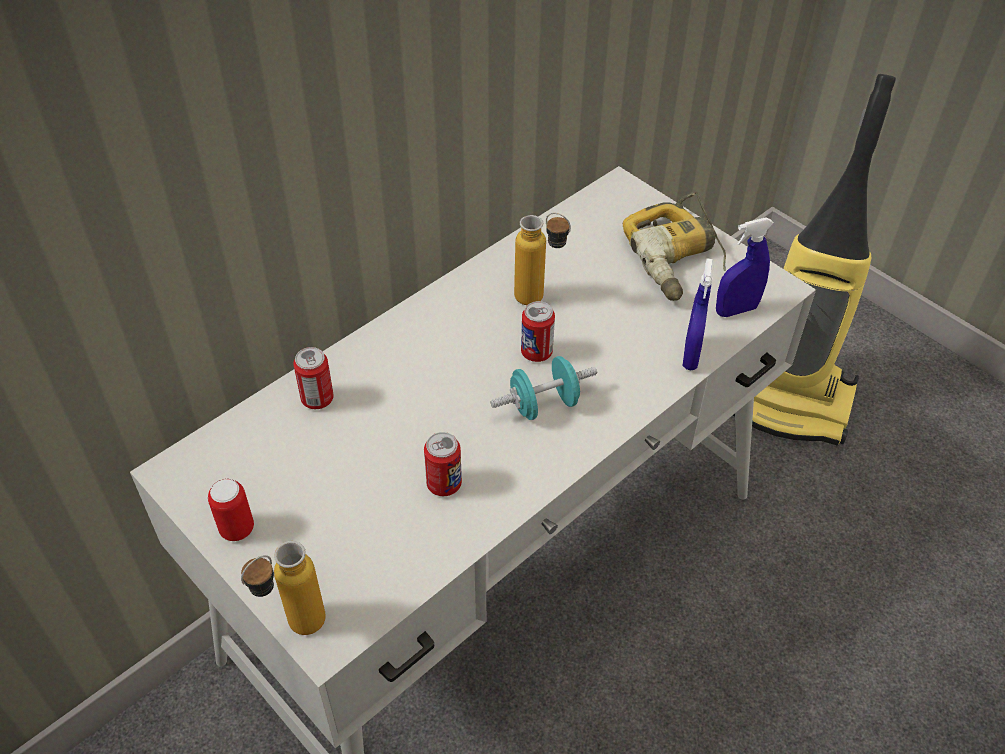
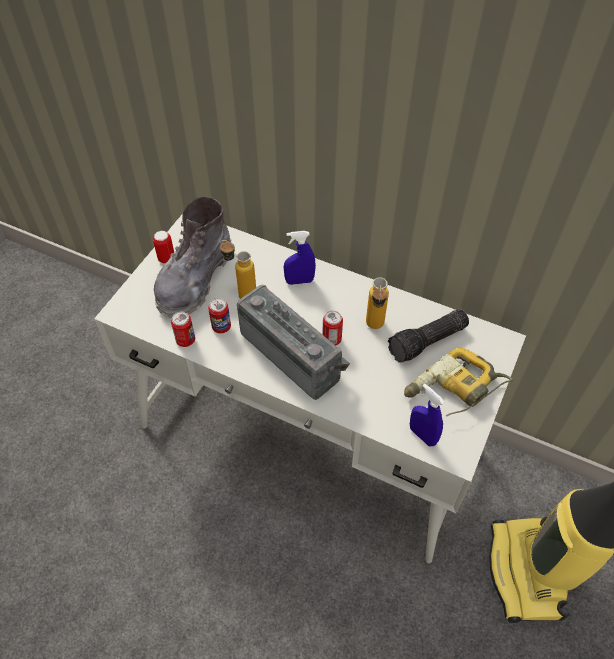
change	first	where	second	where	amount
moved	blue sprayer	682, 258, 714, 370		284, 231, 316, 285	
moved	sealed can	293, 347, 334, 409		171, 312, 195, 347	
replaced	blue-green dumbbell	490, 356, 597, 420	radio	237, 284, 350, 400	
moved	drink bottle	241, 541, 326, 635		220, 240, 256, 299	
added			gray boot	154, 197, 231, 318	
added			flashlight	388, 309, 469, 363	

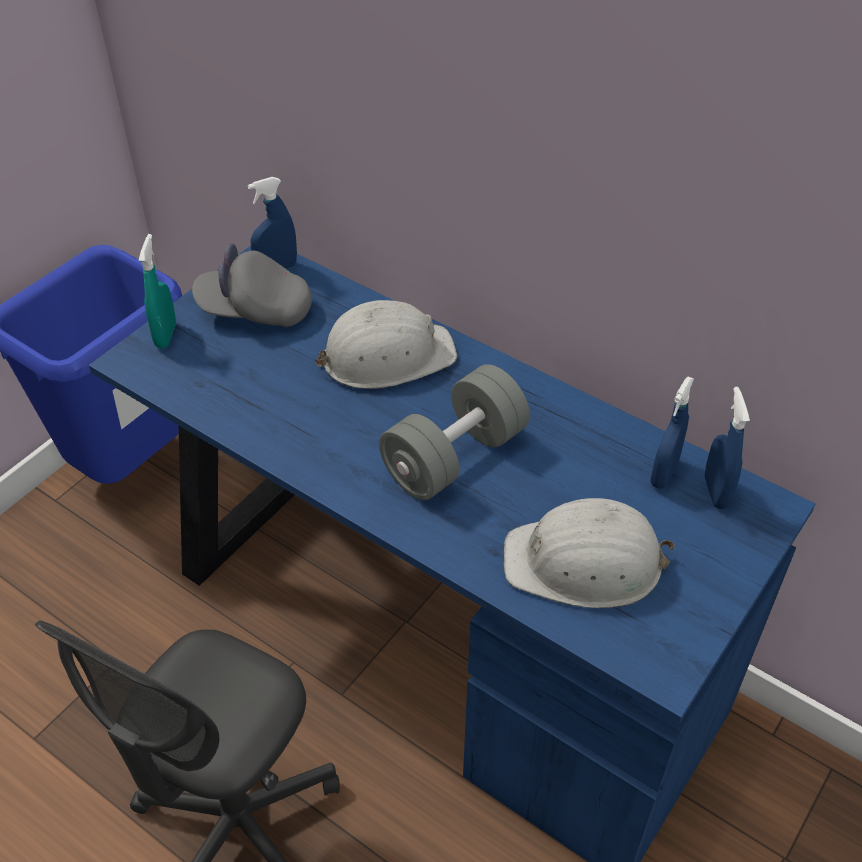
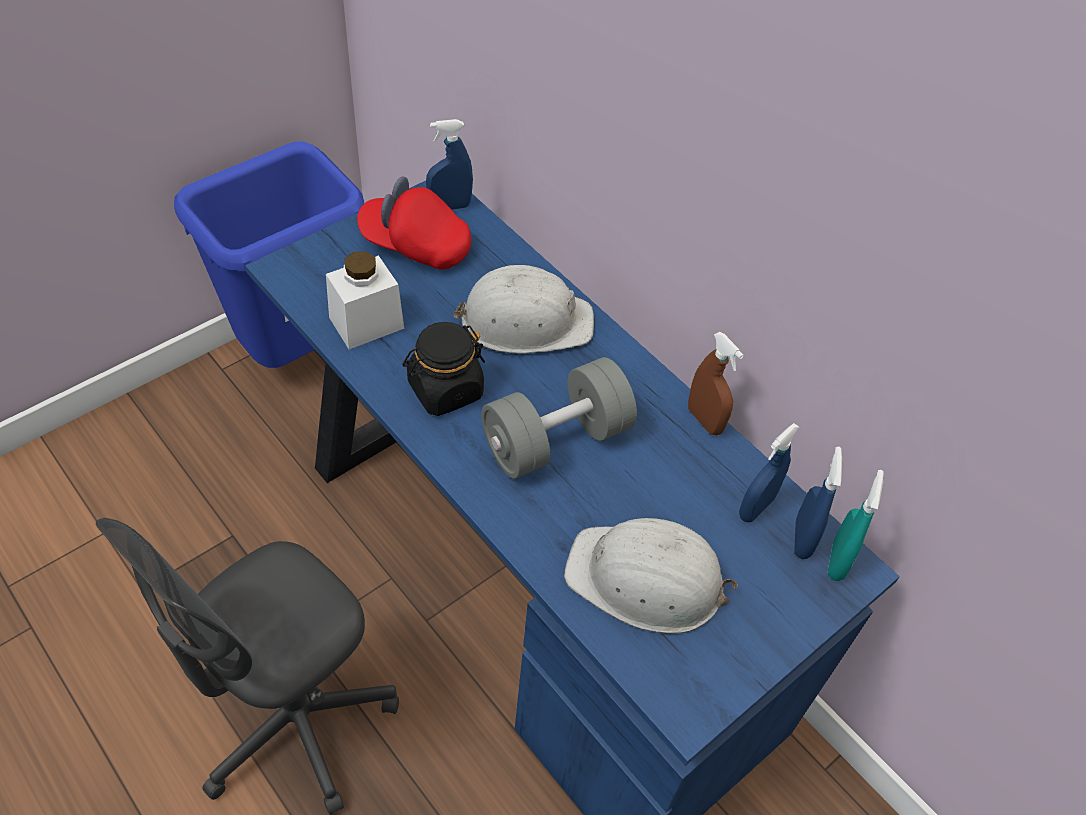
change	first	where	second	where	amount
moved	blue-green sprayer	139, 234, 176, 349		827, 470, 884, 581	
recoloured	gray baseball cap	192, 243, 312, 327	reddish baseball cap	357, 176, 471, 269	
added			white-coloured storage jar	326, 251, 404, 349	
added			black-coloured storage jar	403, 322, 485, 416	
added			brownish sprayer	688, 332, 744, 435	

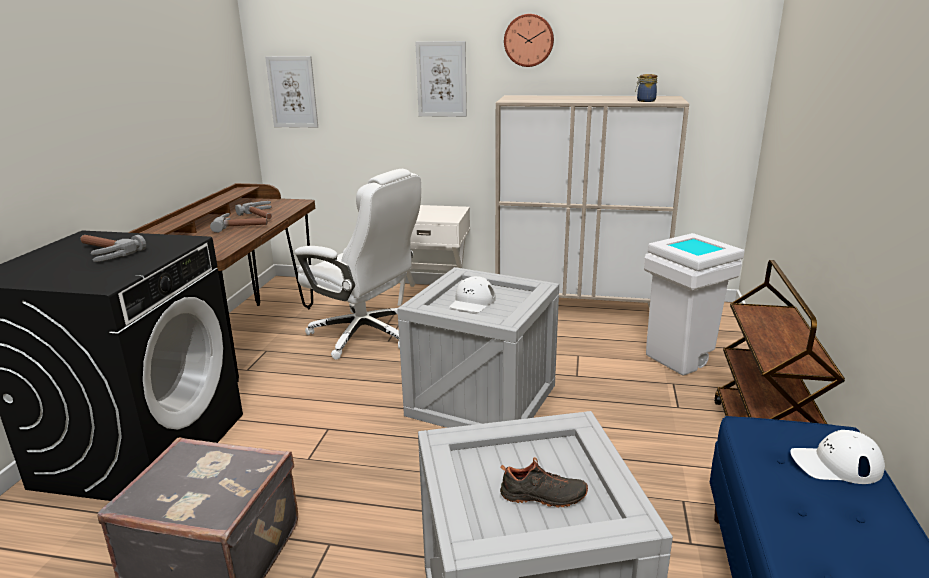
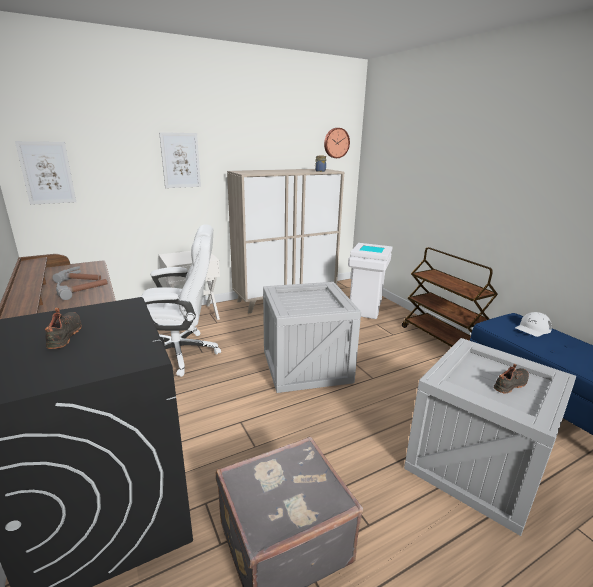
change	first	where	second	where	amount
moved	wall clock	504, 14, 554, 67		324, 128, 350, 158	
replaced	hand hammer	81, 235, 146, 262	black-coloured shoe	45, 308, 82, 349	
removed	white-coloured baseball cap	449, 276, 496, 312			

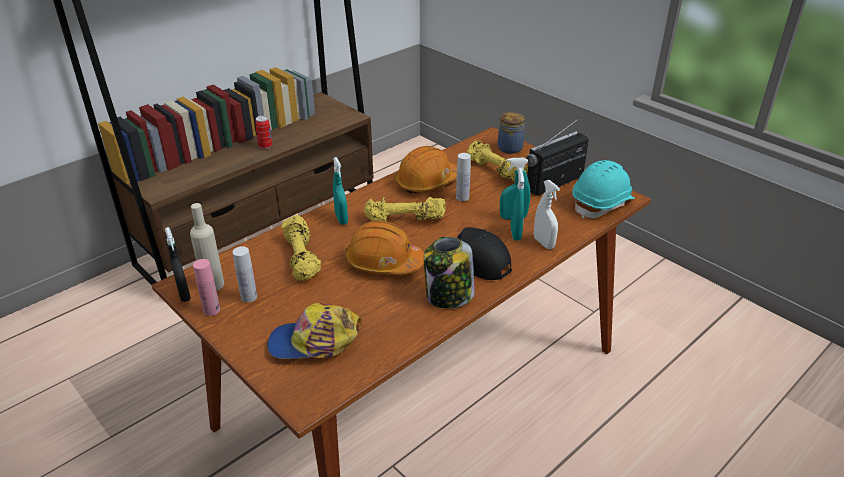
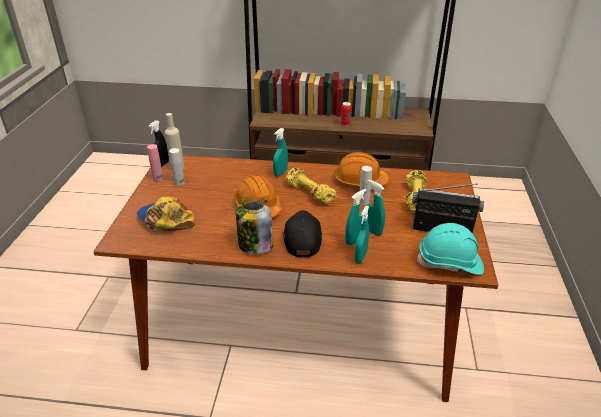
change	first	where	second	where	amount
removed	storage jar	498, 112, 525, 154			
recoloured	white-coloured sprayer	534, 180, 560, 249	blue-green sprayer	355, 206, 369, 264	
removed	yellow dumbbell	281, 215, 321, 281			

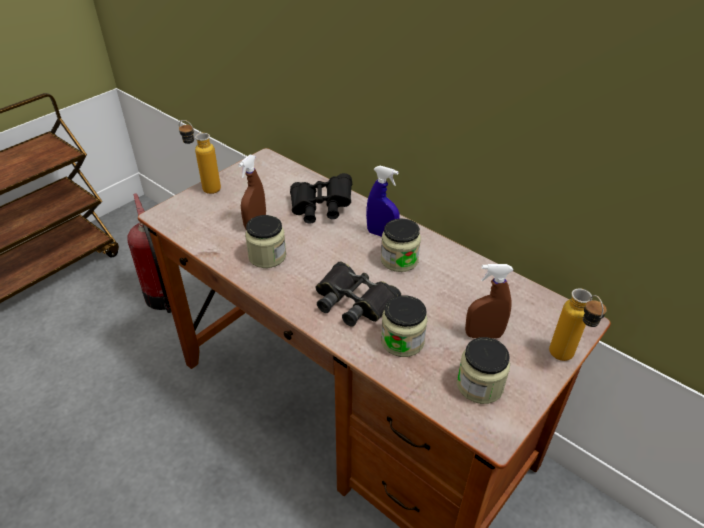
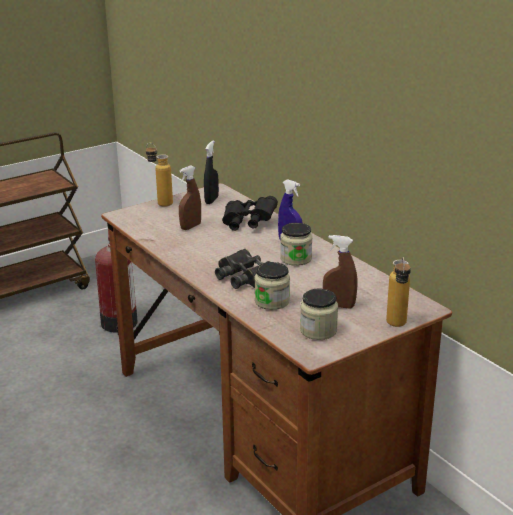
change	first	where	second	where	amount
removed	storage jar	245, 215, 286, 268			
added			black-coloured sprayer	204, 141, 219, 204	

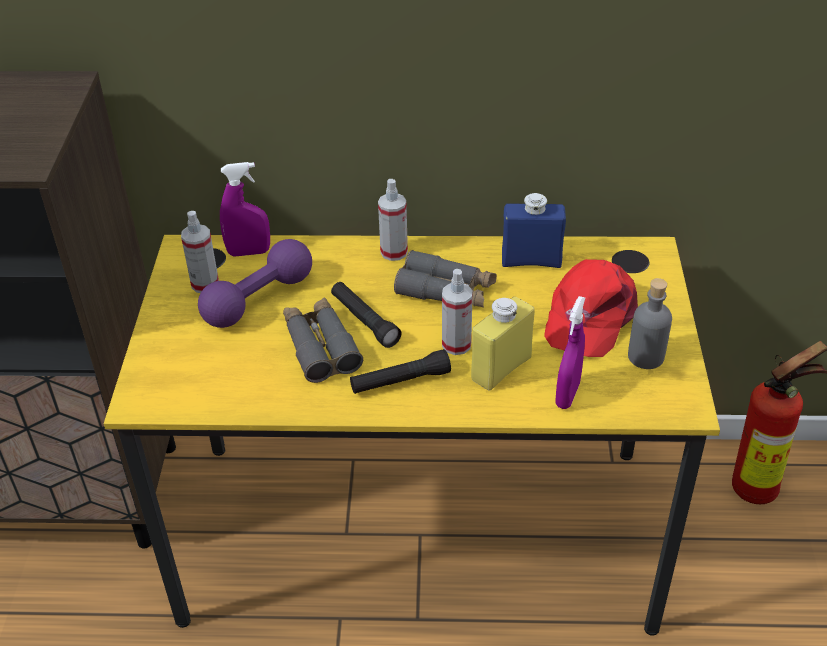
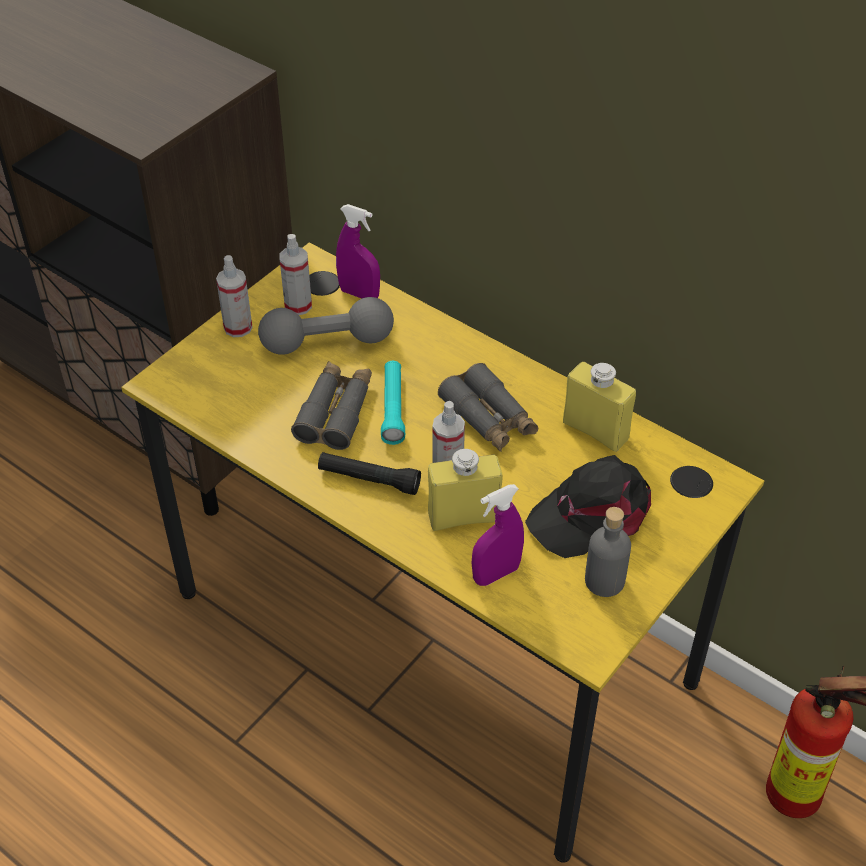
change	first	where	second	where	amount
moved	sprayer	378, 179, 408, 261		216, 255, 252, 337	
recoloured	blue drink bottle	502, 193, 566, 268	yellow drink bottle	563, 362, 636, 452	
recoloured	purplish dumbbell	198, 239, 312, 328	gray dumbbell	258, 297, 394, 355	
recoloured	reddish baseball cap	544, 259, 638, 357	black-coloured baseball cap	525, 455, 651, 558	
recoloured	black-coloured flashlight	331, 282, 402, 348	blue-green flashlight	381, 361, 405, 445	

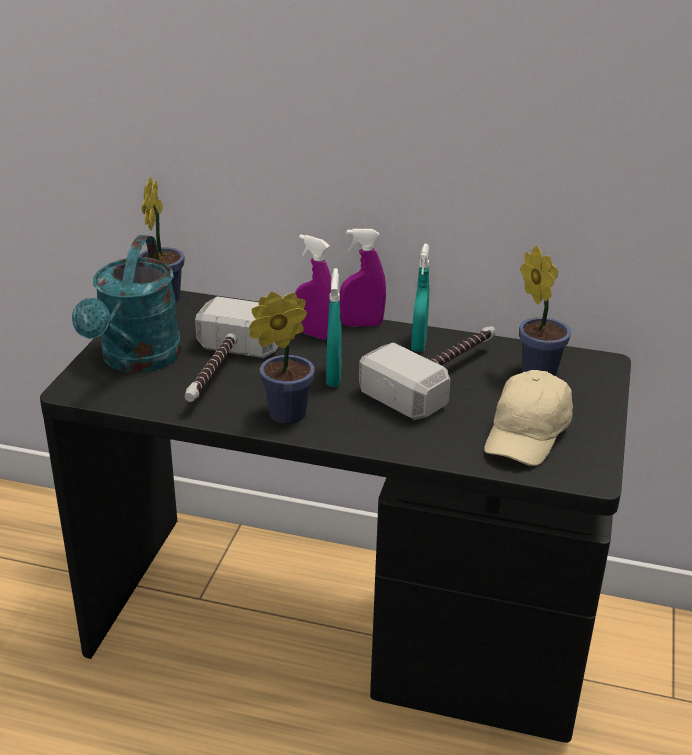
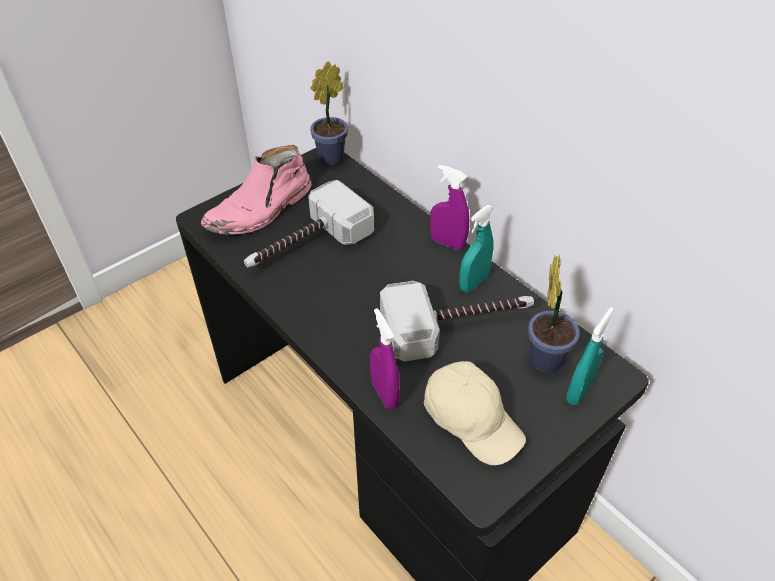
change	first	where	second	where	amount
moved	purplish sprayer	295, 234, 331, 340		370, 308, 400, 409	
replaced	blue-green watering can	72, 235, 182, 373	pink boot	201, 145, 311, 235	
moved	blue-green sprayer	326, 268, 341, 387		566, 307, 614, 405	
removed	plant in a pot	249, 292, 315, 424			
turned	sand-coloured baseball cap	484, 370, 573, 466		424, 361, 526, 465	105 degrees counterclockwise

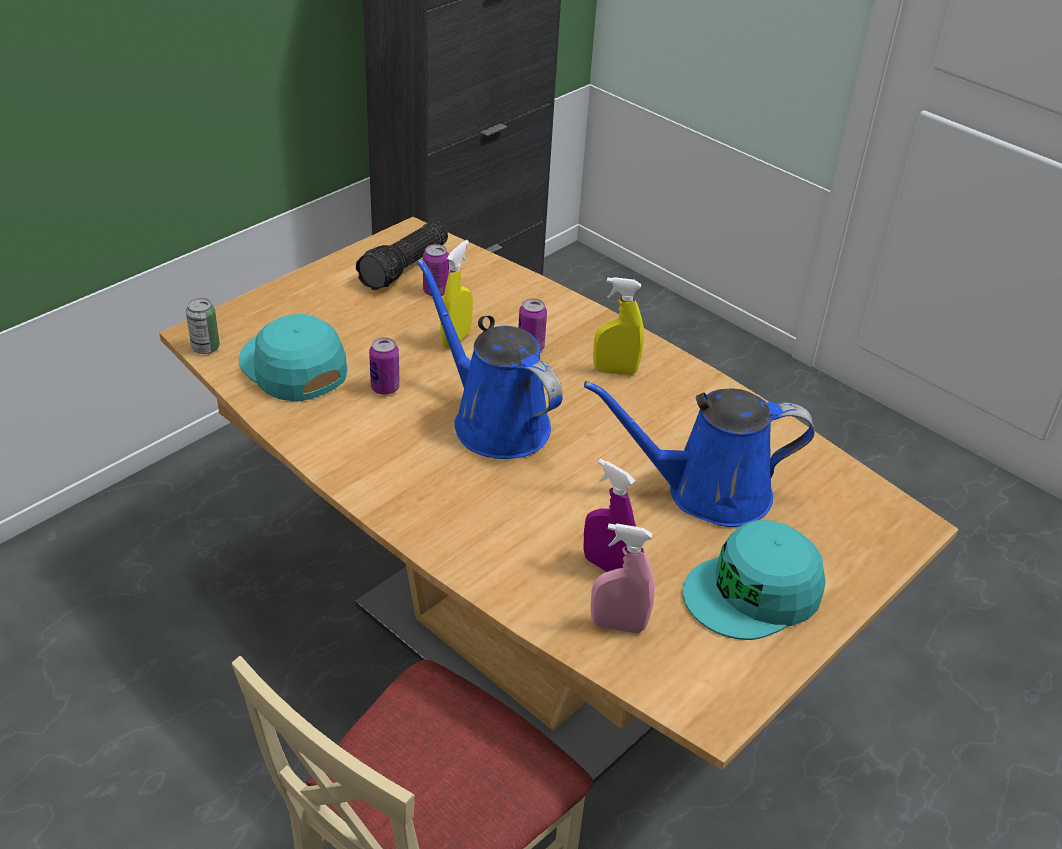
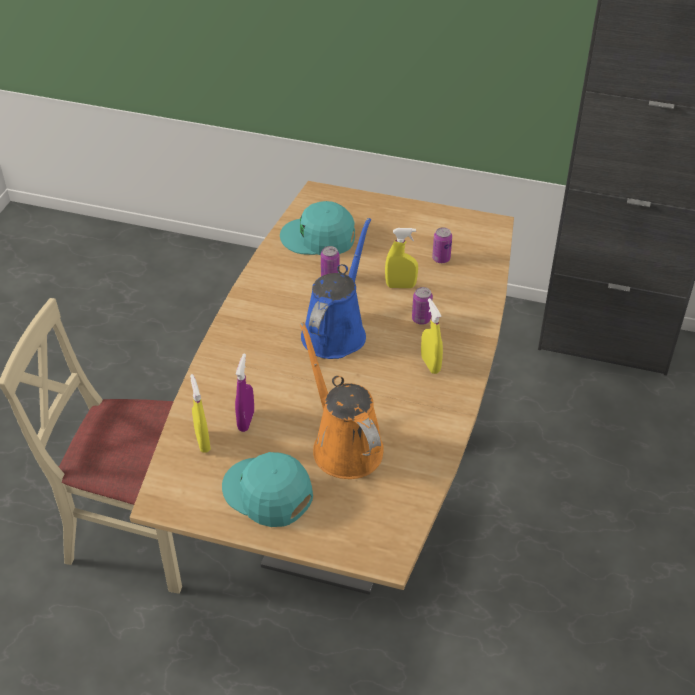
change	first	where	second	where	amount
removed	flashlight	356, 221, 448, 290			
removed	sealed can	186, 298, 220, 354			
turned	blue-green baseball cap	239, 314, 347, 402		280, 201, 355, 255	105 degrees counterclockwise
recoloured	blue watering can	584, 381, 815, 527	orangey watering can	300, 322, 384, 479	
recoloured	pink sprayer	591, 523, 655, 633	yellow sprayer	190, 374, 211, 453	

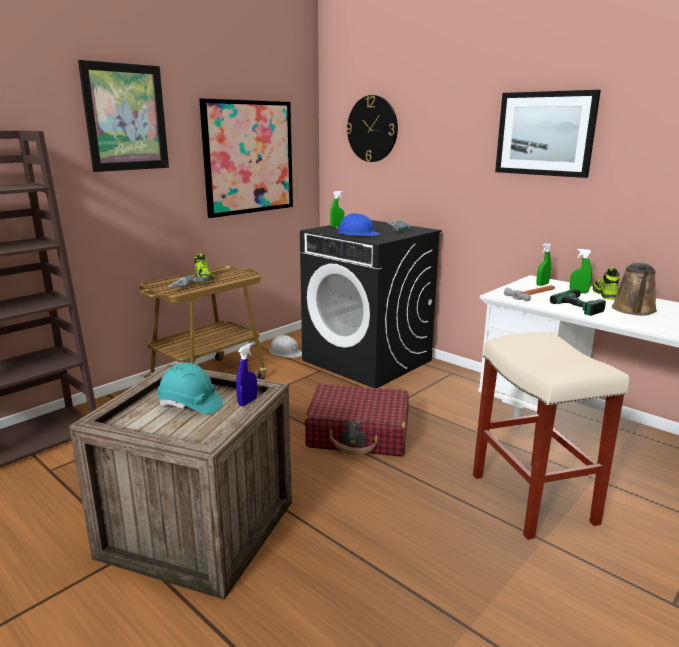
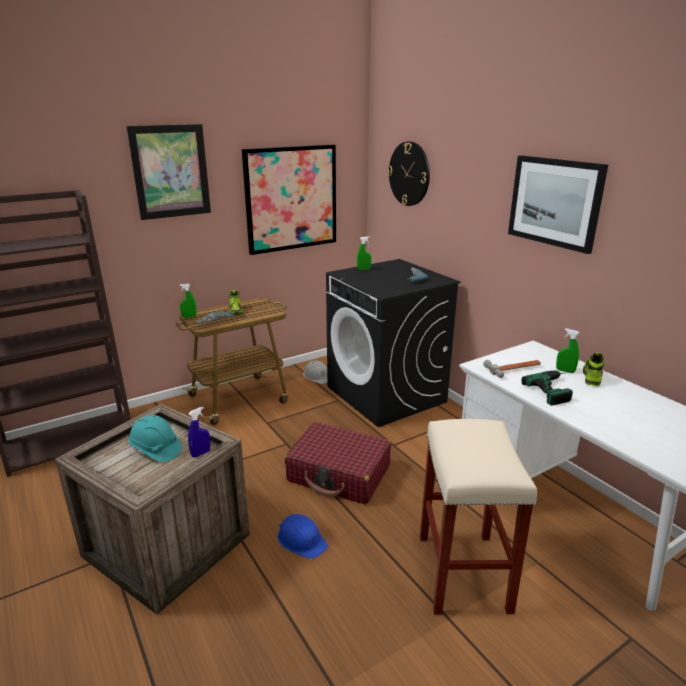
change	first	where	second	where	amount
moved	blue safety helmet	336, 213, 381, 236		278, 514, 328, 559	
moved	green sprayer	536, 243, 552, 286		179, 284, 196, 318	
removed	brownish watering can	612, 262, 657, 315			

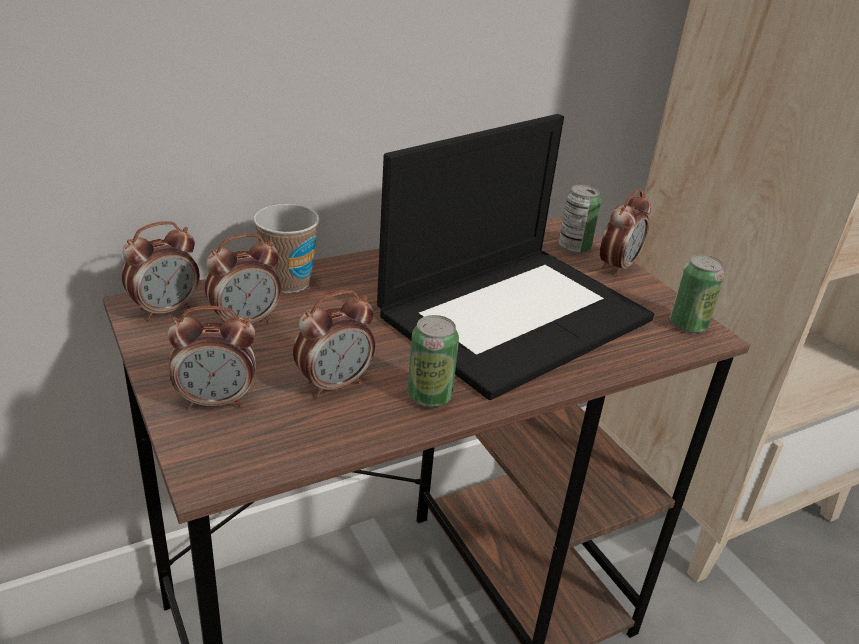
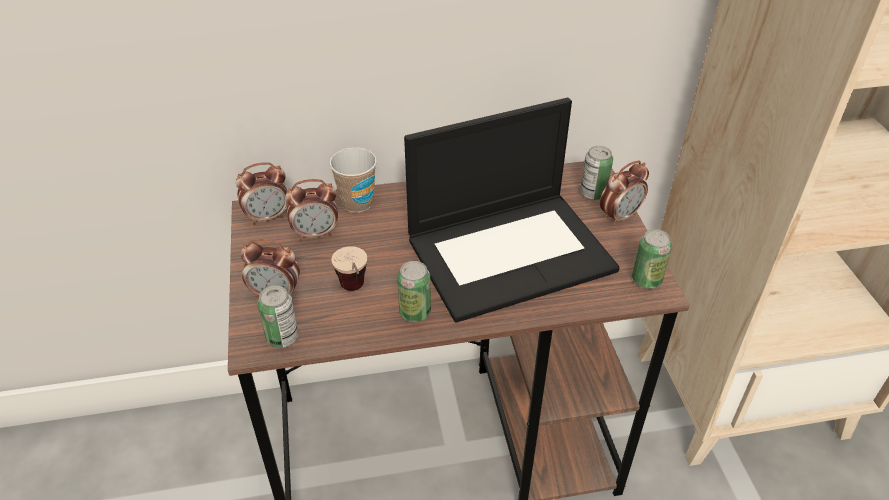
change	first	where	second	where	amount
replaced	alarm clock	293, 290, 375, 397	cup	331, 246, 367, 291	
added			sealed can	258, 285, 299, 348	

